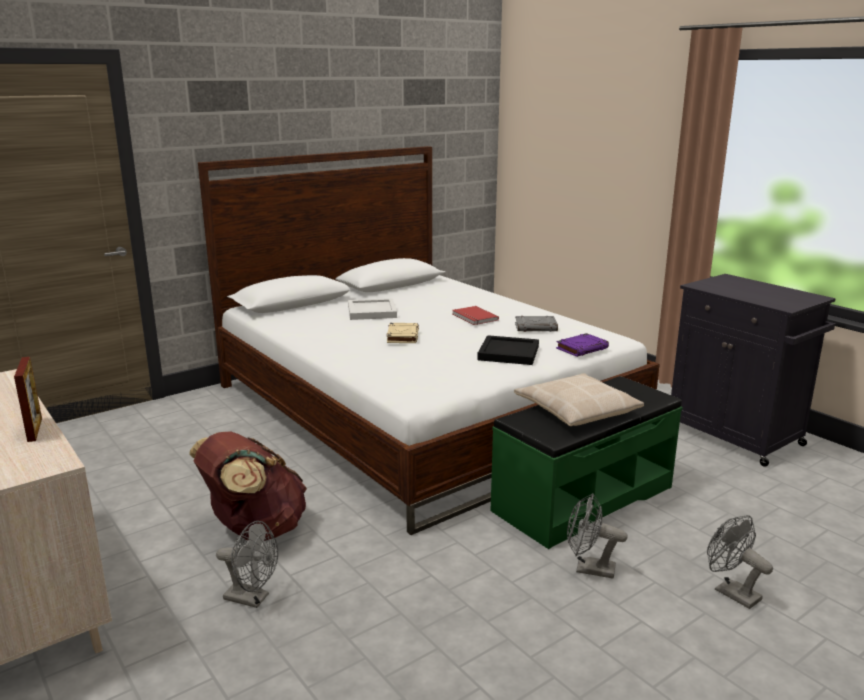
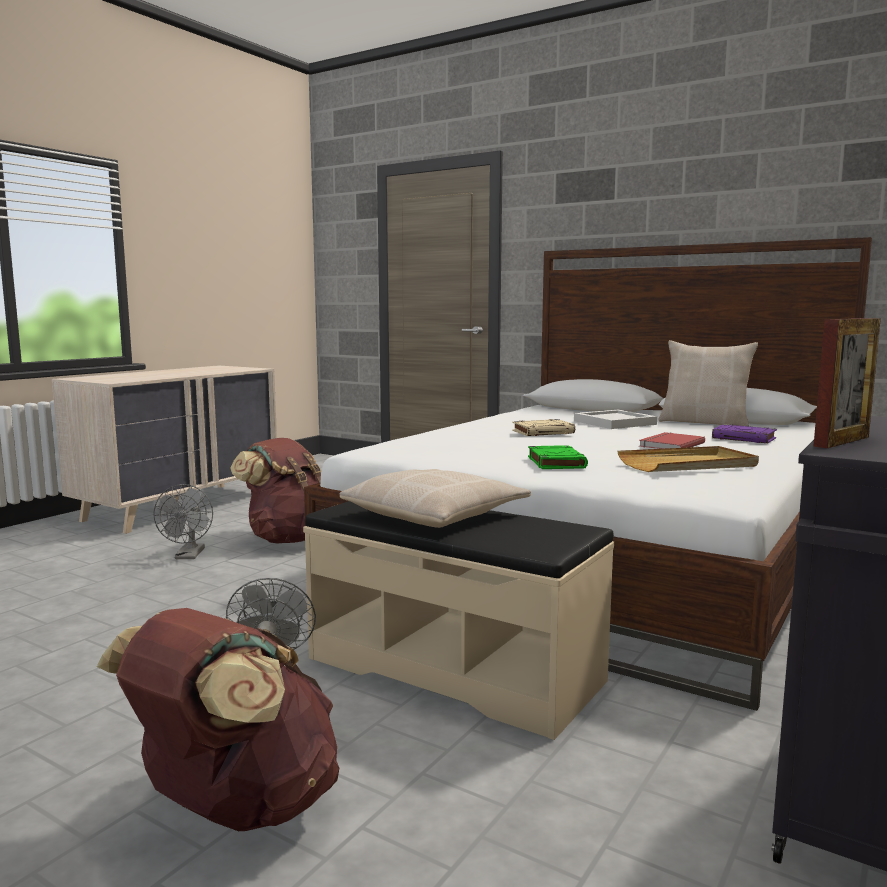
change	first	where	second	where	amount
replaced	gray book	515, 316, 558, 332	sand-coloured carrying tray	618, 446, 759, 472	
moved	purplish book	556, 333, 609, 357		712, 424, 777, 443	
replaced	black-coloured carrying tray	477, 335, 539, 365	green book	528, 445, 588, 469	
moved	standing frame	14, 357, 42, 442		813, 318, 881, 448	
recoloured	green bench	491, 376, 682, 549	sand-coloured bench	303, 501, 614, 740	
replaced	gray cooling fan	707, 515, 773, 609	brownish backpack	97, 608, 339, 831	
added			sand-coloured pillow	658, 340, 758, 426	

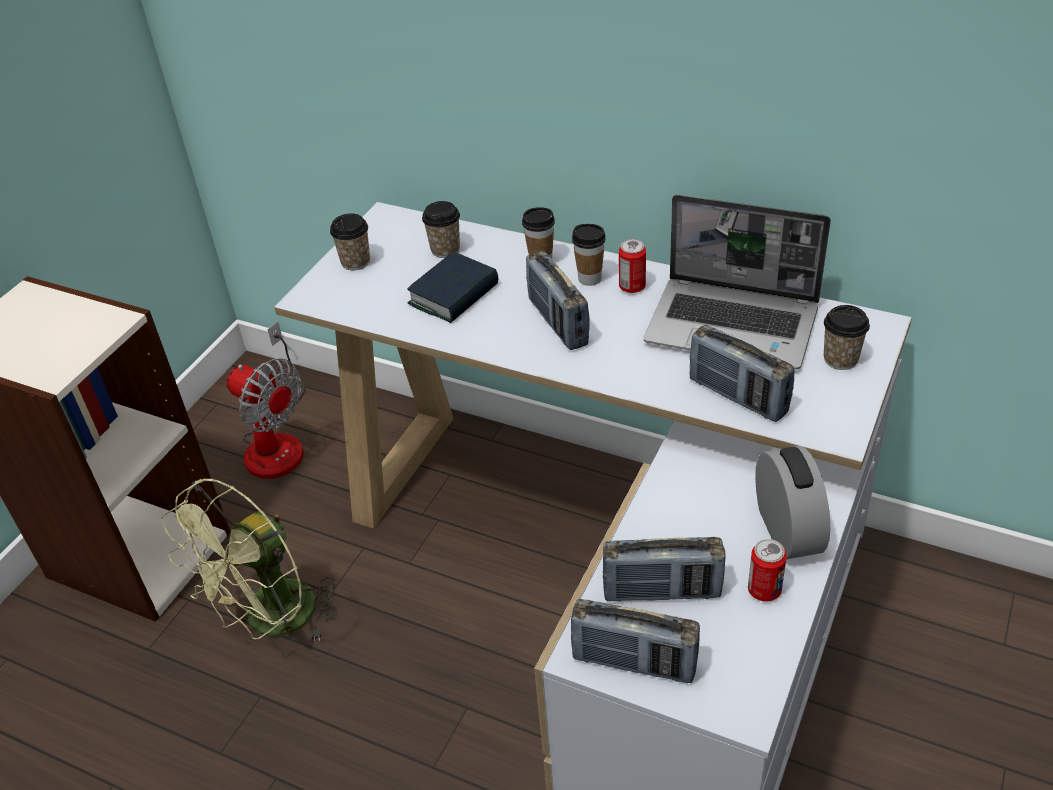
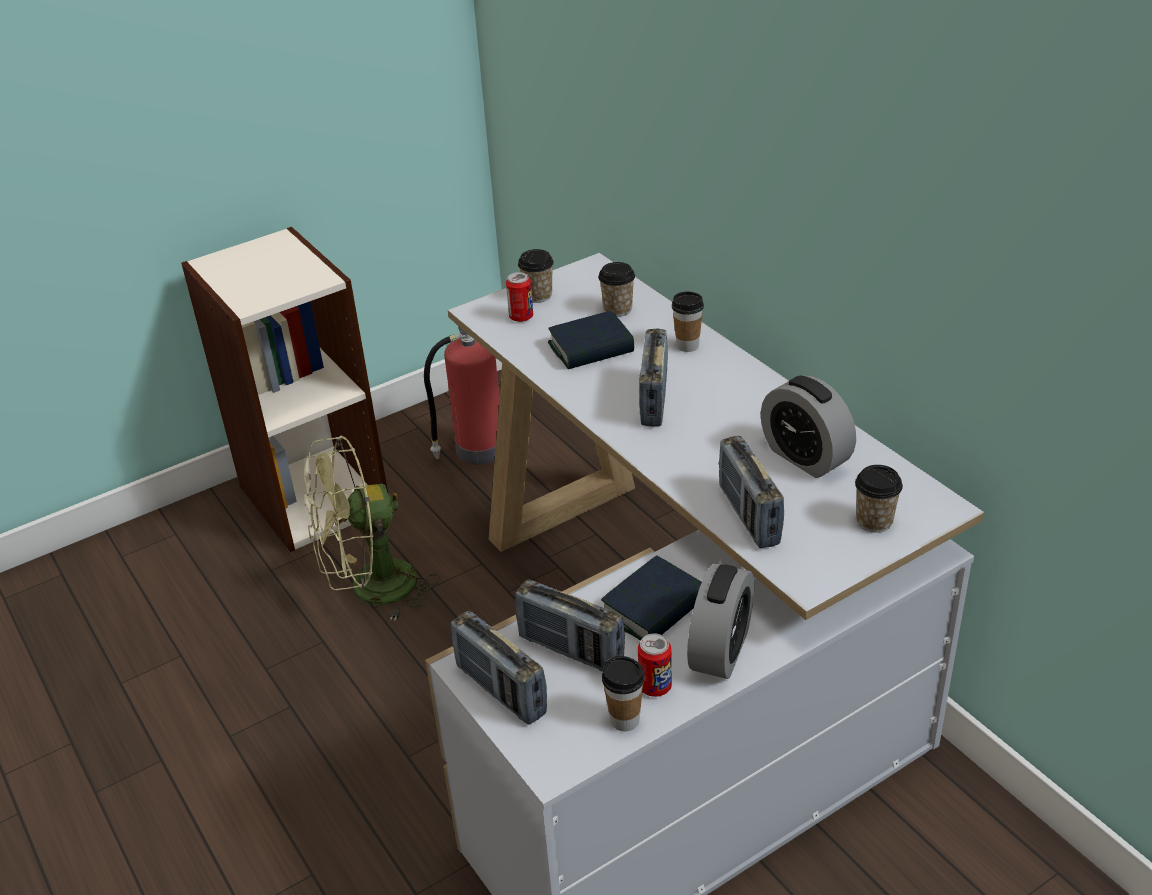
change	first	where	second	where	amount
replaced	notebook computer	643, 195, 831, 369	alarm clock	761, 375, 856, 478	
moved	cup	572, 224, 606, 286		602, 656, 645, 731	
moved	sealed can	619, 239, 646, 293		506, 272, 533, 322	
replaced	cooling fan	227, 321, 305, 479	fire-fighting cylinder	424, 327, 500, 465	
added			book	601, 556, 702, 641	

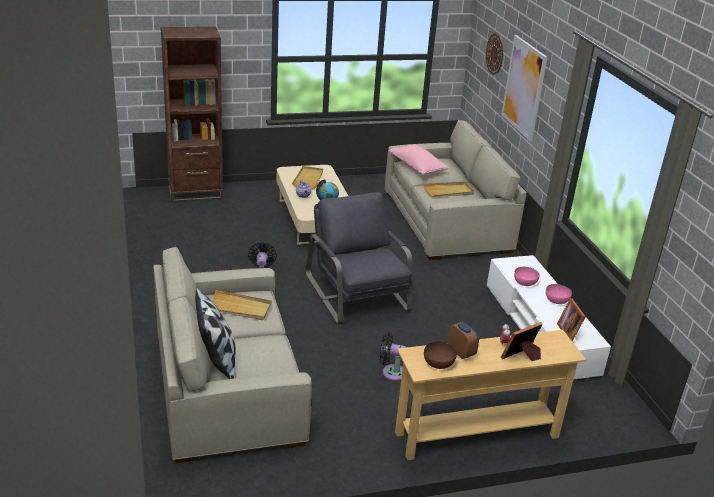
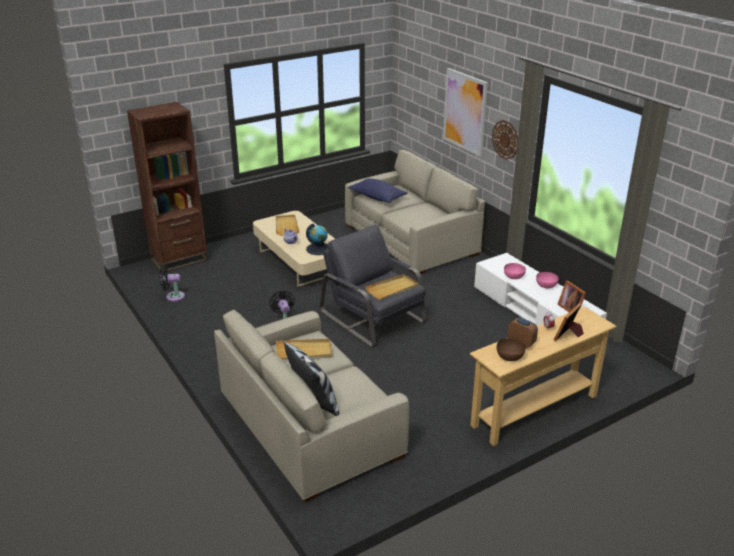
change	first	where	second	where	amount
moved	wall clock	486, 33, 503, 75		492, 120, 518, 160	
recoloured	pink pillow	389, 145, 449, 175	blue pillow	348, 178, 408, 203	
moved	sand-coloured carrying tray	423, 182, 474, 197		366, 274, 418, 300	
moved	black-coloured cooling fan	380, 332, 407, 381		159, 266, 185, 301	

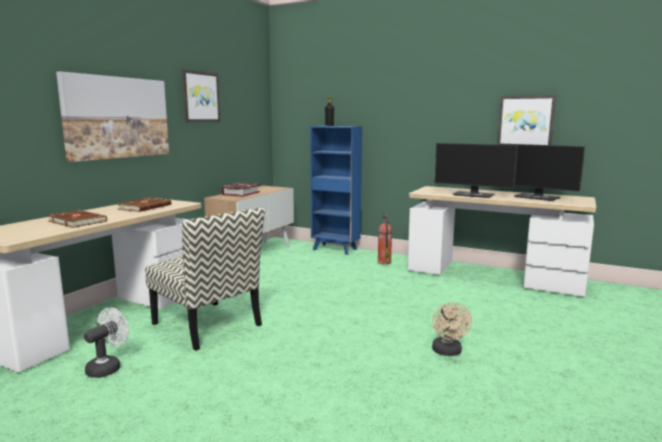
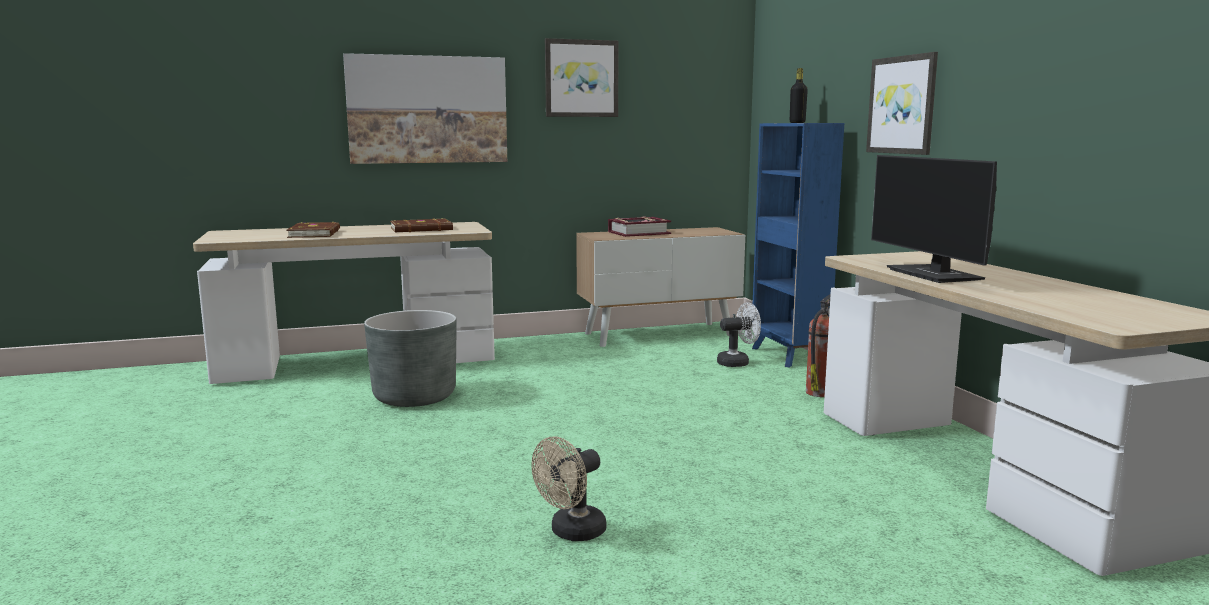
change	first	where	second	where	amount
moved	wall picture	497, 95, 556, 145		866, 52, 938, 155	
removed	computer screen	499, 143, 585, 201			
replaced	chair	145, 208, 265, 351	gray plant pot	364, 310, 457, 407	
moved	white-coloured cooling fan	84, 307, 129, 378		717, 302, 761, 367	

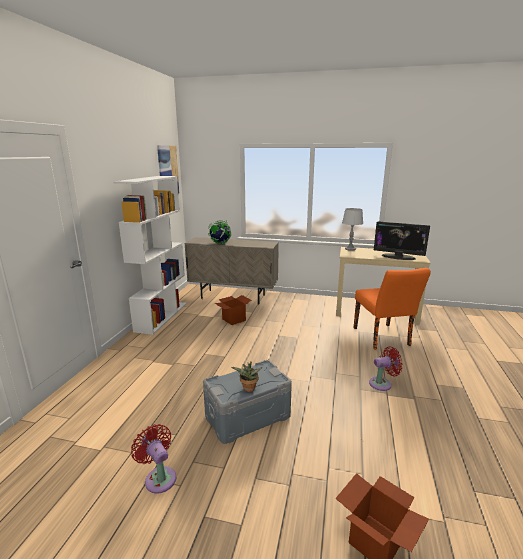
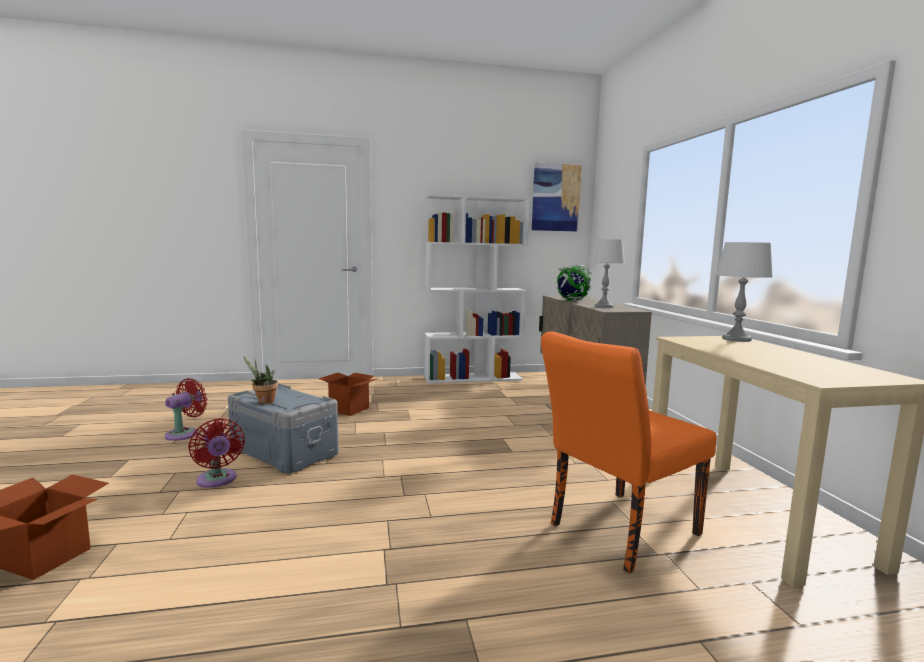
change	first	where	second	where	amount
removed	computer screen	374, 221, 430, 260			
moved	packing box	215, 295, 252, 325		318, 373, 377, 416	
moved	reddish cooling fan	369, 346, 402, 391		188, 418, 245, 488	
added			gray lamp for a table	590, 239, 625, 308	

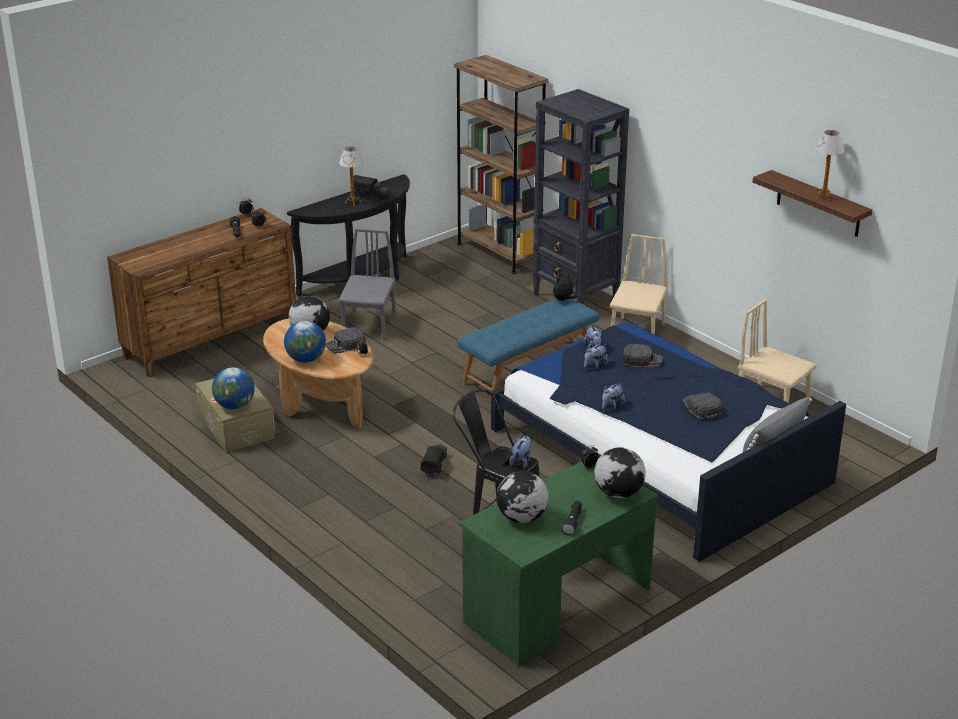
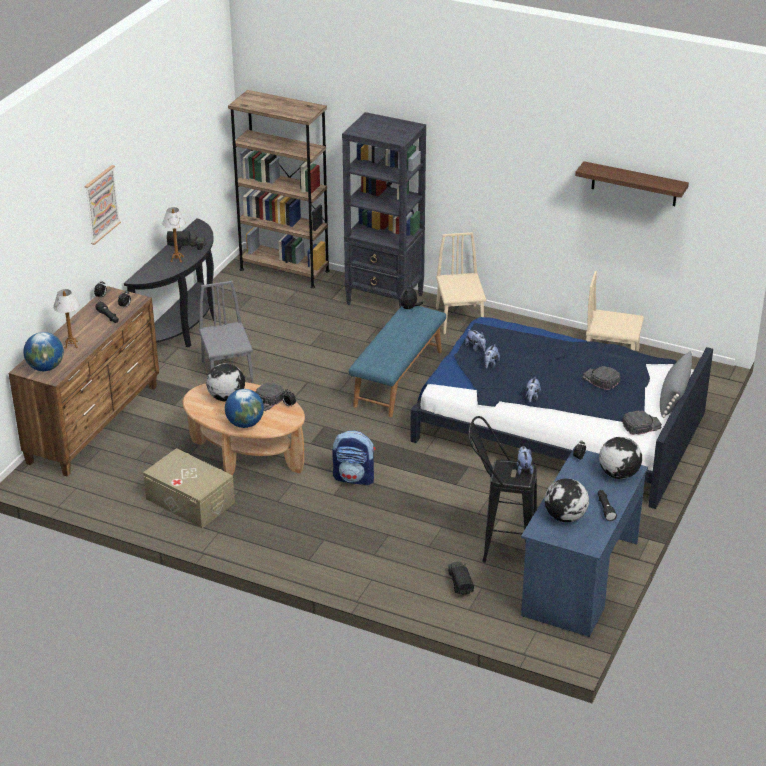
change	first	where	second	where	amount
moved	lamp for a table	815, 130, 845, 201		53, 289, 79, 349	
moved	black-coloured baseball cap	623, 344, 663, 368		622, 411, 662, 435	
moved	globe	212, 367, 255, 409		23, 332, 64, 371	
moved	model truck	420, 444, 447, 474		448, 562, 474, 595	
recoloured	green desk table	459, 462, 659, 666	blue desk table	521, 447, 648, 637	
added			wall picture	84, 165, 121, 245	
added			backpack	332, 430, 375, 485	

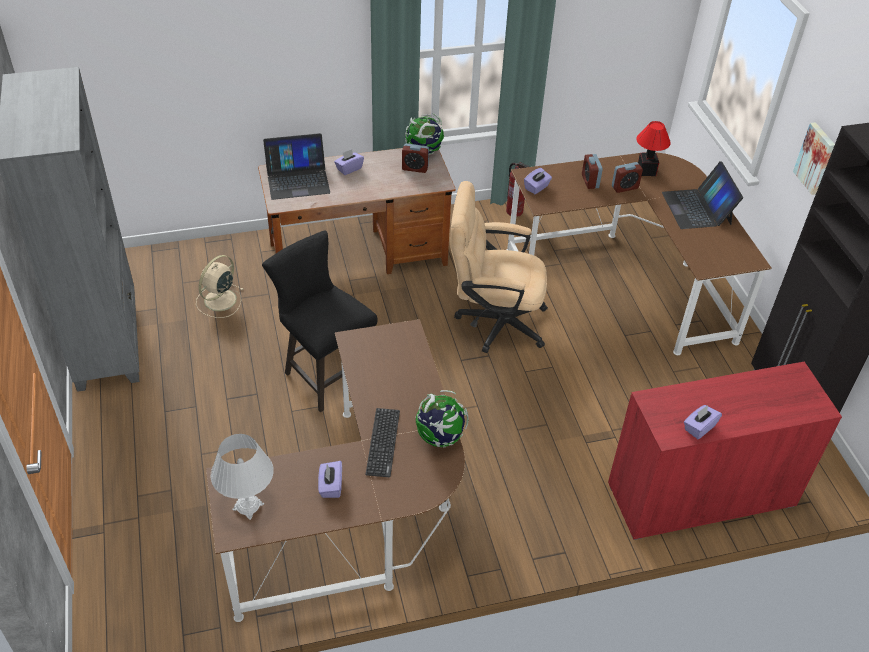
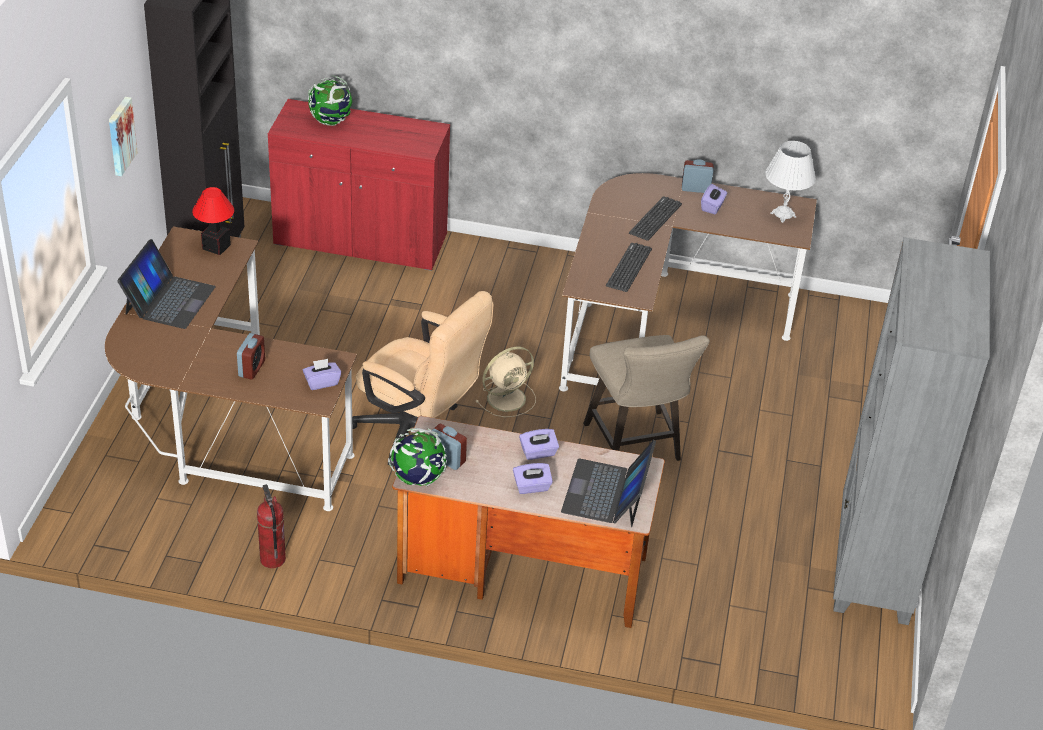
change	first	where	second	where	amount
moved	lamp for a table	636, 121, 671, 176		192, 187, 234, 255	
turned	notebook computer	263, 133, 330, 200		561, 440, 656, 527	90 degrees counterclockwise
moved	alarm clock	612, 162, 643, 193		682, 159, 714, 193	
recoloured	black-coloured stool seat	262, 230, 378, 412	sand-coloured stool seat	583, 335, 710, 461	
moved	sand-coloured cooling fan	196, 255, 243, 318		475, 347, 536, 417	
moved	globe	415, 390, 468, 447		308, 76, 352, 126	
moved	purplish tissue holder	684, 405, 722, 439		519, 429, 559, 460	
added			keyboard	606, 243, 652, 292	

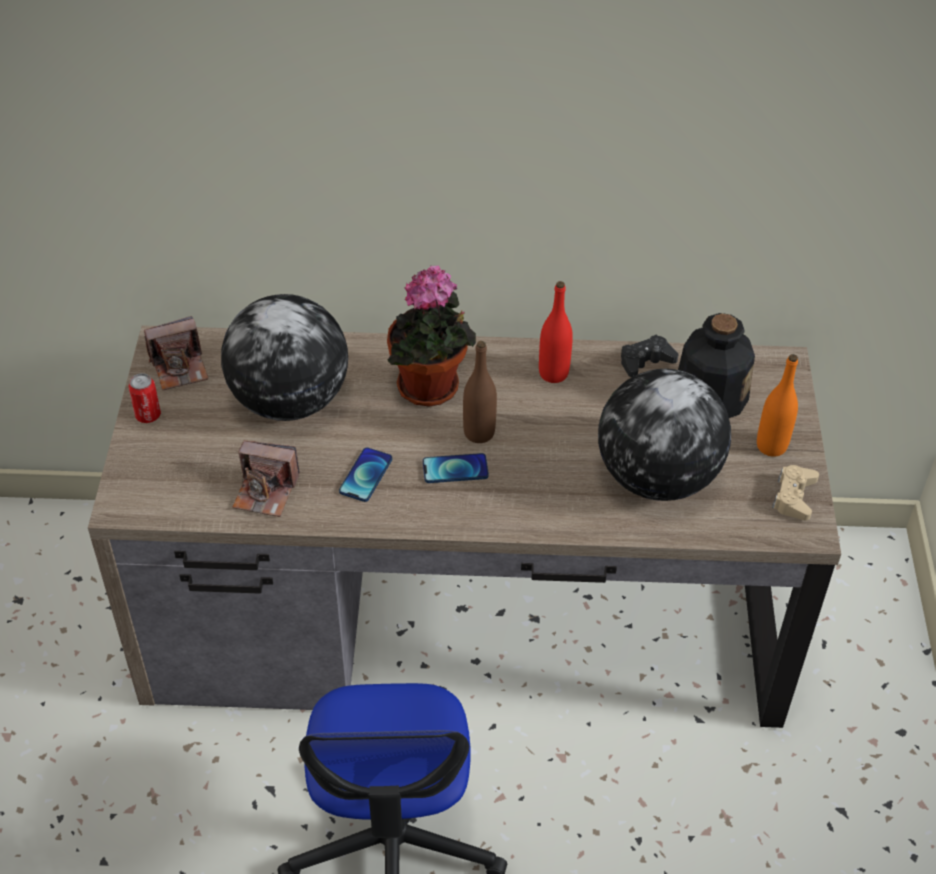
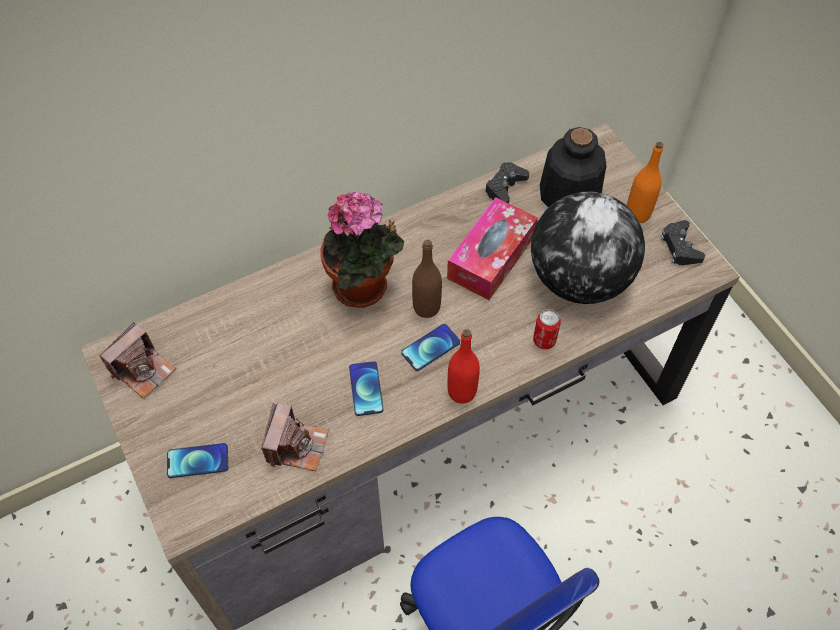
change	first	where	second	where	amount
moved	reddish drink bottle	539, 281, 573, 383		447, 329, 480, 404	
removed	globe	221, 294, 348, 421			
moved	sealed can	128, 373, 161, 423		533, 309, 561, 349	
turned	photo camera	232, 441, 300, 517		261, 403, 329, 471	60 degrees counterclockwise
recoloured	sand-coloured gamepad	772, 465, 819, 521	black-coloured gamepad	660, 220, 705, 265	
added			tissue holder	447, 197, 538, 300	
added			telephone	167, 443, 228, 478	

